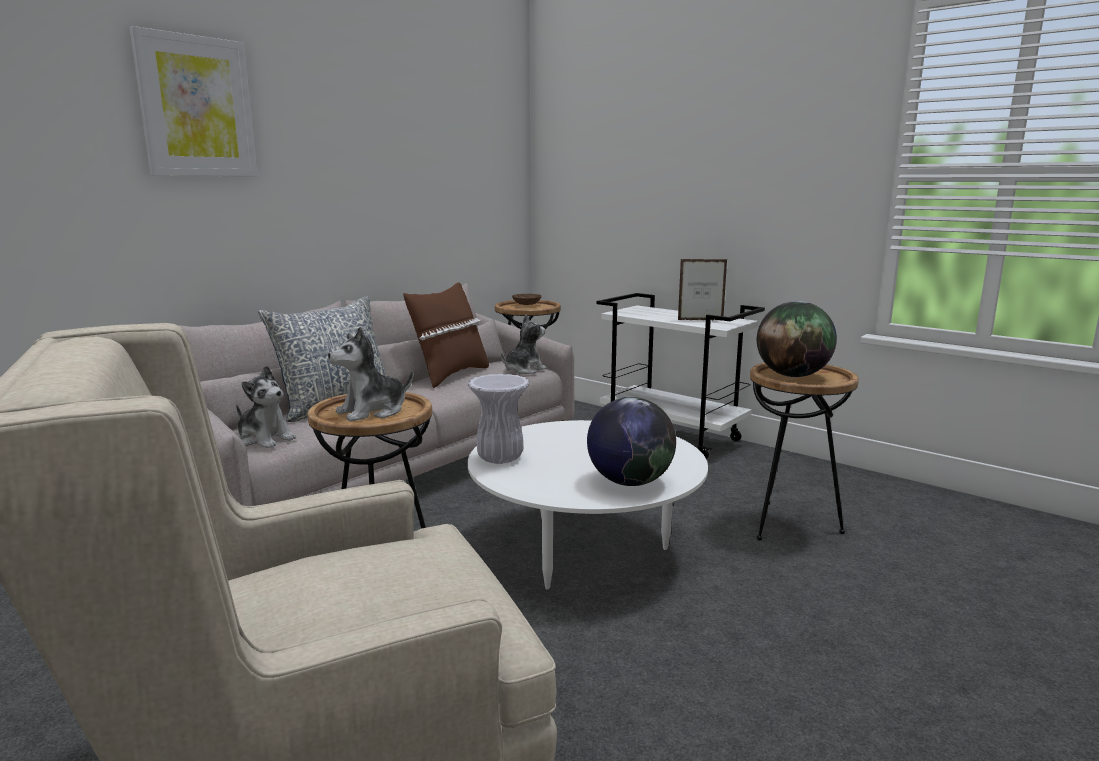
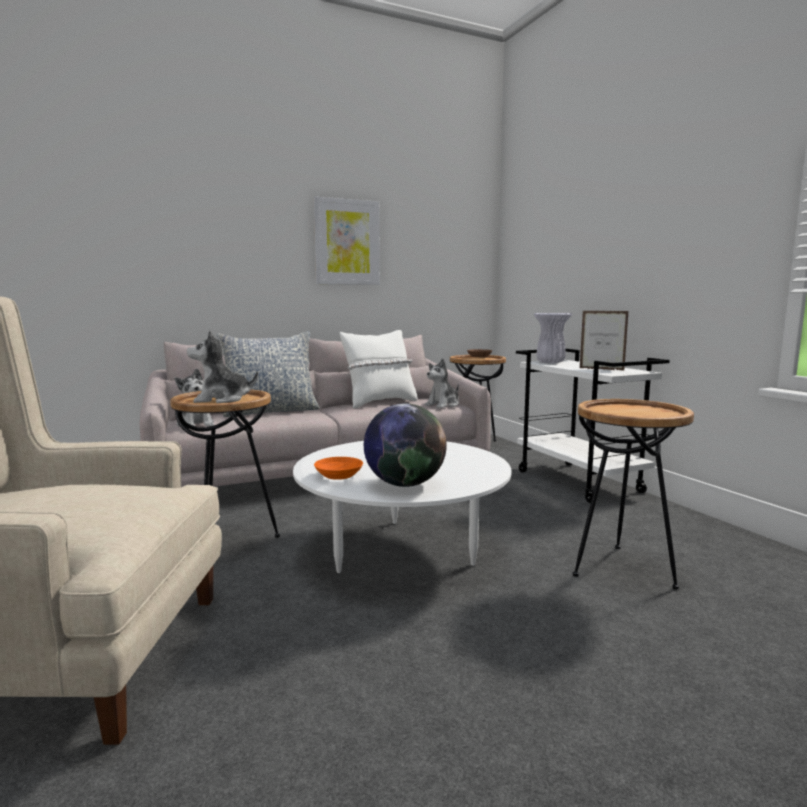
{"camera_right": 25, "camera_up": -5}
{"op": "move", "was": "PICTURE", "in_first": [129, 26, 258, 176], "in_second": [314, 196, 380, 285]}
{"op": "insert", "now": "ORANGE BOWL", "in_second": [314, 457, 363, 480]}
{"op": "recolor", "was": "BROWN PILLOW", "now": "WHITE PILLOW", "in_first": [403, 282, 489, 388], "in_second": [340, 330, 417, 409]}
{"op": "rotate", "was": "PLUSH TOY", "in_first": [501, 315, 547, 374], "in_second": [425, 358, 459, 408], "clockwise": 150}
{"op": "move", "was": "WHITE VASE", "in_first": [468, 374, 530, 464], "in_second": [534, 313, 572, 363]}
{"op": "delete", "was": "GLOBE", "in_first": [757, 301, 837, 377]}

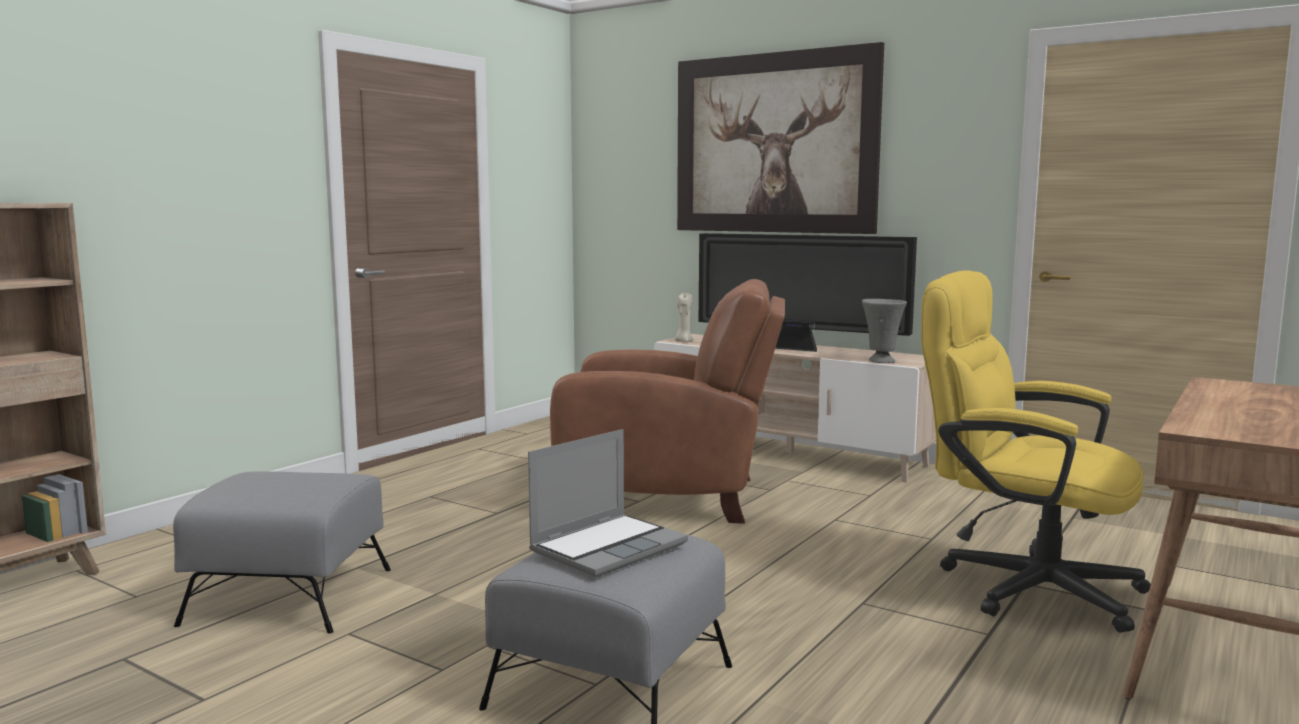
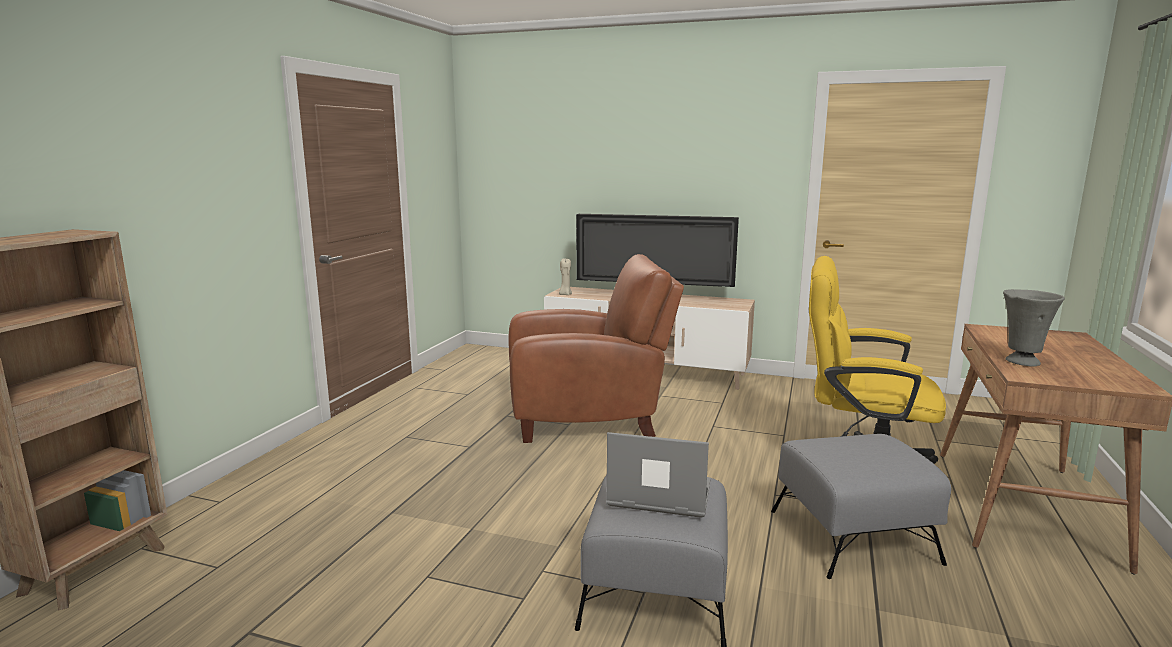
{"camera_right": -15, "camera_up": 5}
{"op": "rotate", "was": "LAPTOP", "in_first": [528, 429, 688, 577], "in_second": [606, 432, 711, 518], "clockwise": -105}
{"op": "move", "was": "GREY OTTOMAN", "in_first": [173, 471, 391, 633], "in_second": [771, 434, 951, 579]}
{"op": "move", "was": "GREY VASE", "in_first": [862, 299, 907, 363], "in_second": [1003, 289, 1065, 366]}
{"op": "delete", "was": "PICTURE", "in_first": [677, 42, 884, 234]}

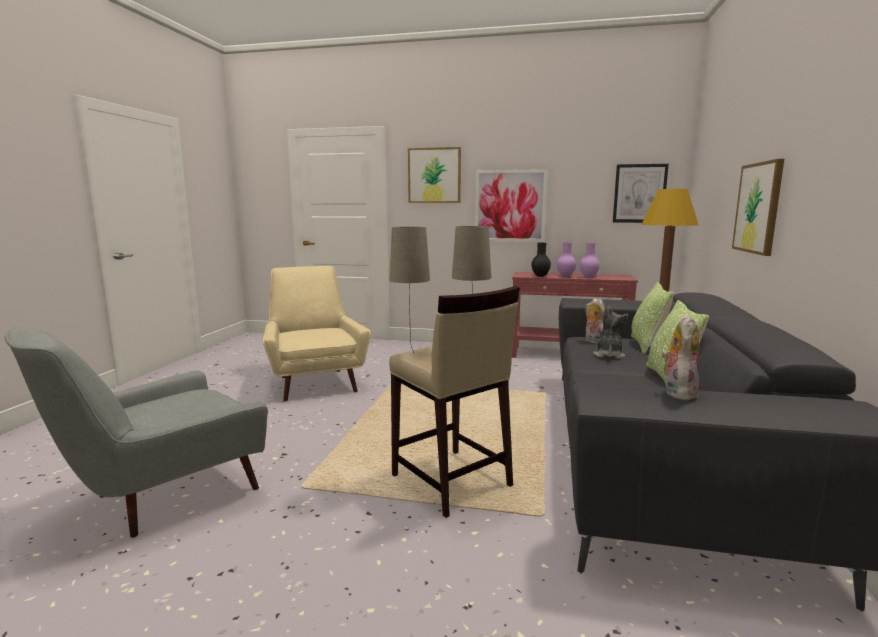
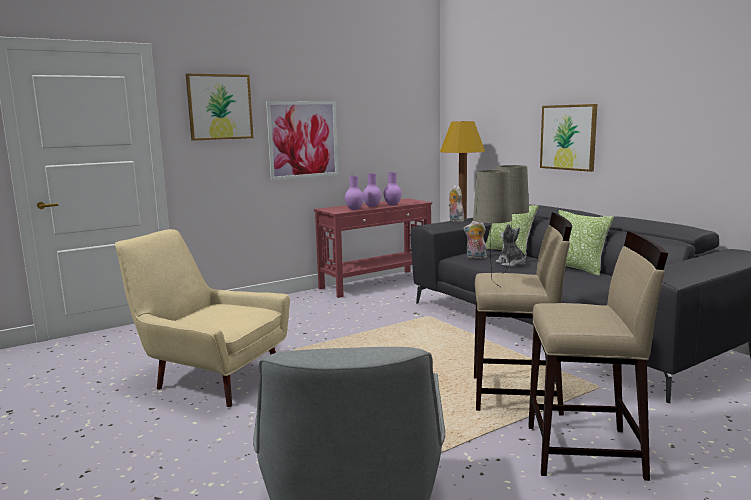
{"camera_right": -45, "camera_up": 0}
{"op": "recolor", "was": "BLACK VASE", "now": "PURPLE VASE", "in_first": [531, 243, 551, 277], "in_second": [345, 176, 364, 210]}
{"op": "move", "was": "PLUSH TOY", "in_first": [662, 314, 699, 400], "in_second": [448, 185, 464, 222]}
{"op": "insert", "now": "BEIGE STOOL", "in_second": [528, 231, 668, 481]}
{"op": "delete", "was": "PICTURE", "in_first": [613, 164, 669, 223]}

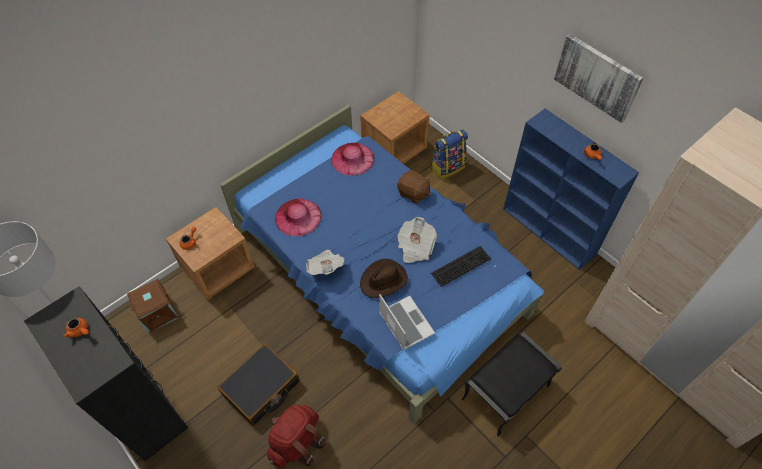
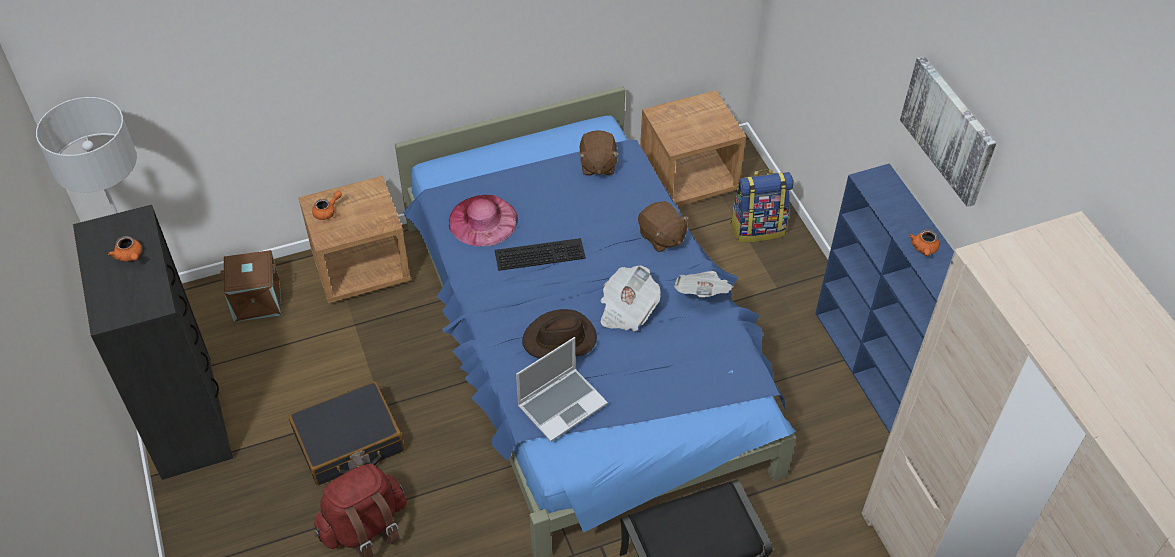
{"camera_right": 20, "camera_up": -5}
{"op": "move", "was": "KEYBOARD", "in_first": [431, 246, 491, 287], "in_second": [495, 238, 586, 271]}
{"op": "rotate", "was": "LAPTOP", "in_first": [379, 294, 435, 350], "in_second": [516, 337, 608, 442], "clockwise": 60}
{"op": "replace", "was": "PINK HAT", "now": "BROWN PLUSH TOY", "in_first": [331, 143, 375, 176], "in_second": [579, 130, 619, 176]}
{"op": "move", "was": "NEWSPAPER", "in_first": [306, 250, 345, 275], "in_second": [674, 271, 733, 297]}

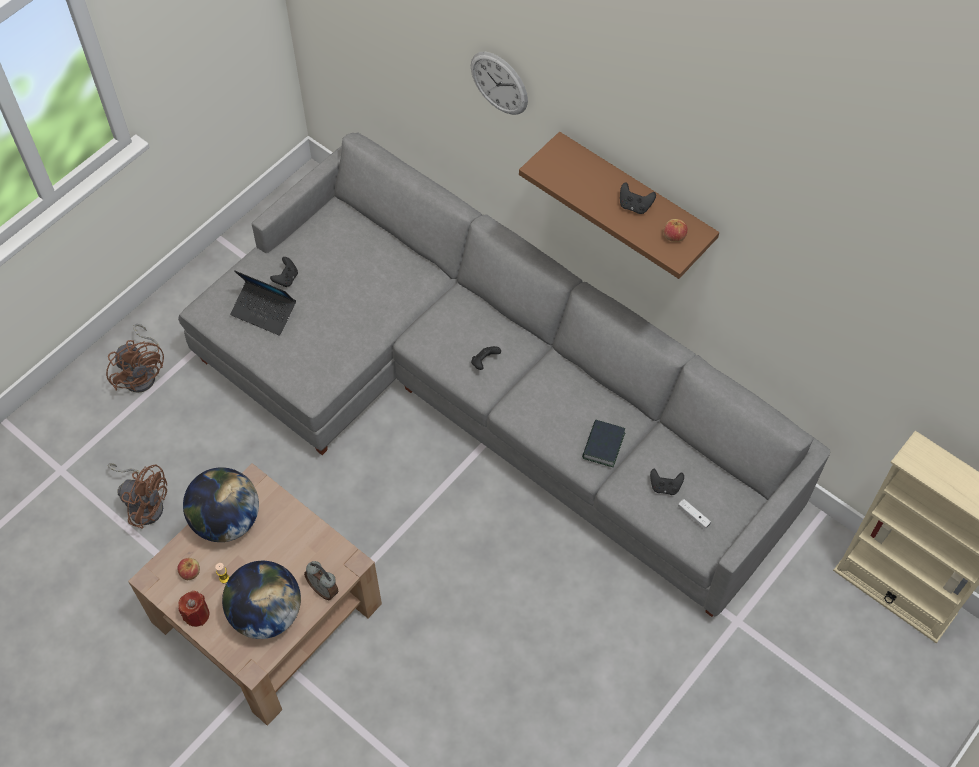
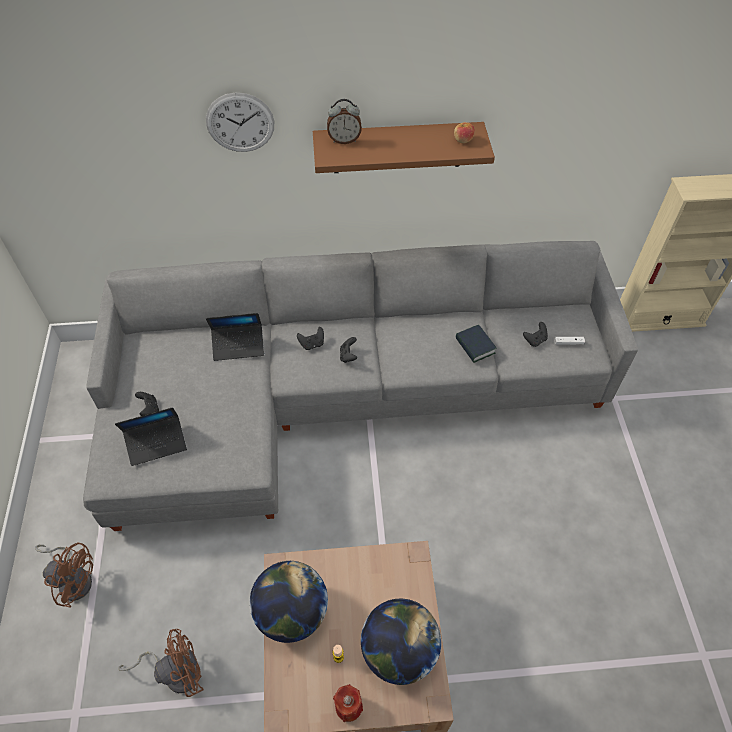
{"camera_right": -45, "camera_up": -5}
{"op": "insert", "now": "LAPTOP", "in_second": [206, 313, 264, 361]}
{"op": "move", "was": "BLACK GAME CONTROLLER", "in_first": [620, 182, 656, 214], "in_second": [297, 327, 324, 350]}
{"op": "move", "was": "ALARM CLOCK", "in_first": [304, 561, 338, 600], "in_second": [327, 99, 362, 144]}
{"op": "delete", "was": "APPLE", "in_first": [177, 558, 200, 580]}

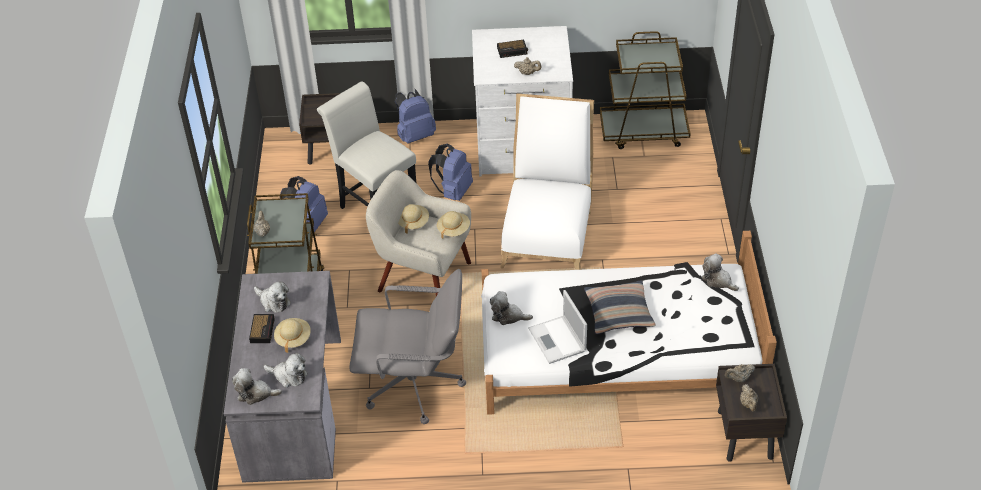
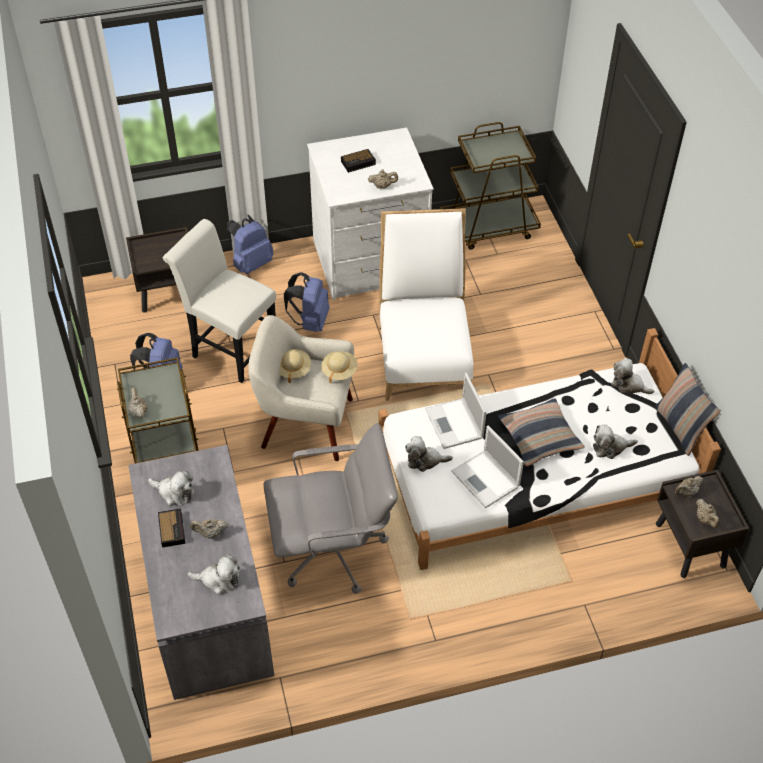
{"camera_right": -15, "camera_up": 5}
{"op": "replace", "was": "BEIGE HAT", "now": "BEIGE TEAPOT", "in_first": [274, 318, 311, 353], "in_second": [190, 519, 228, 539]}
{"op": "insert", "now": "LAPTOP", "in_second": [425, 373, 486, 449]}
{"op": "move", "was": "PLUSH TOY", "in_first": [232, 368, 282, 405], "in_second": [593, 424, 638, 459]}
{"op": "insert", "now": "PILLOW", "in_second": [655, 363, 720, 456]}

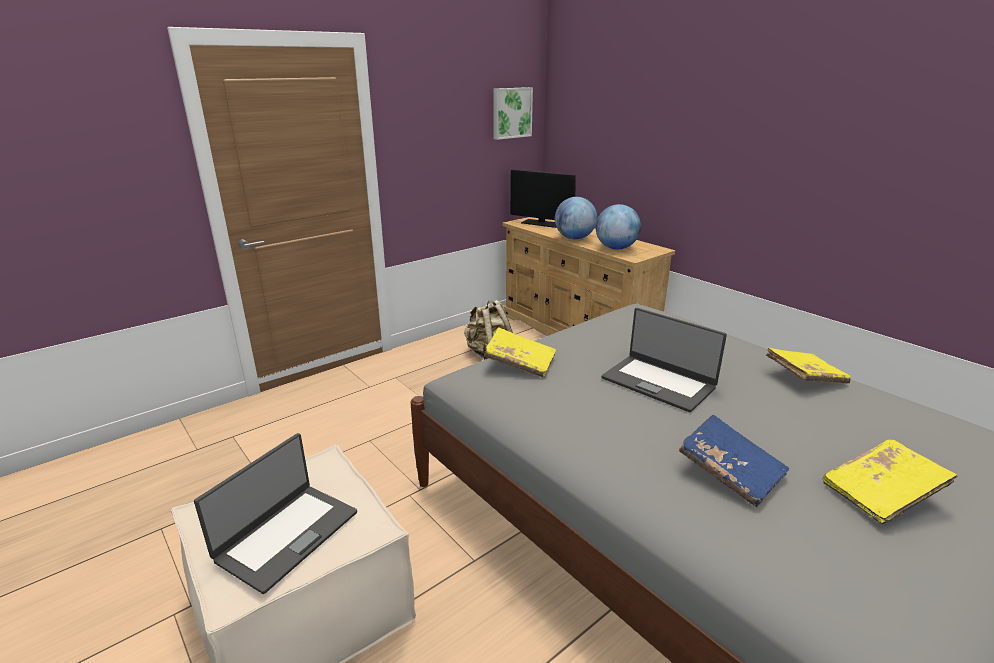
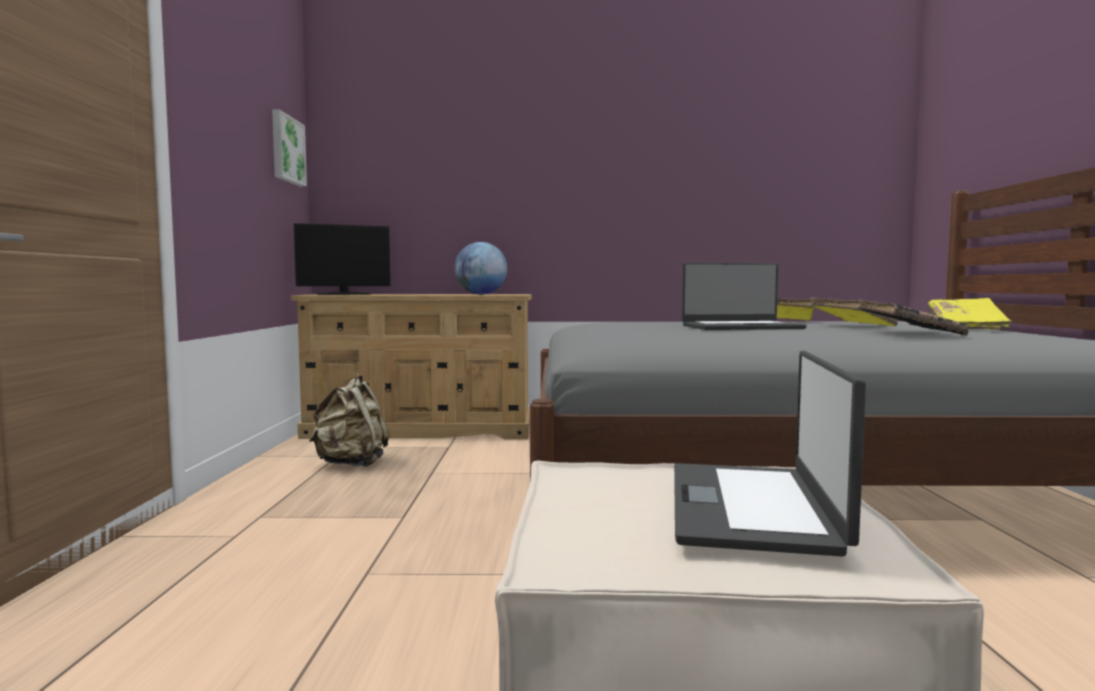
{"camera_right": -50, "camera_up": -20}
{"op": "rotate", "was": "LAPTOP", "in_first": [194, 433, 357, 594], "in_second": [674, 351, 866, 557], "clockwise": -150}
{"op": "move", "was": "YELLOW BOOK", "in_first": [484, 327, 556, 378], "in_second": [811, 297, 898, 326]}
{"op": "recolor", "was": "BLUE BOOK", "now": "BLACK BOOK", "in_first": [679, 414, 789, 507], "in_second": [857, 299, 969, 336]}
{"op": "delete", "was": "GLOBE", "in_first": [555, 197, 597, 240]}

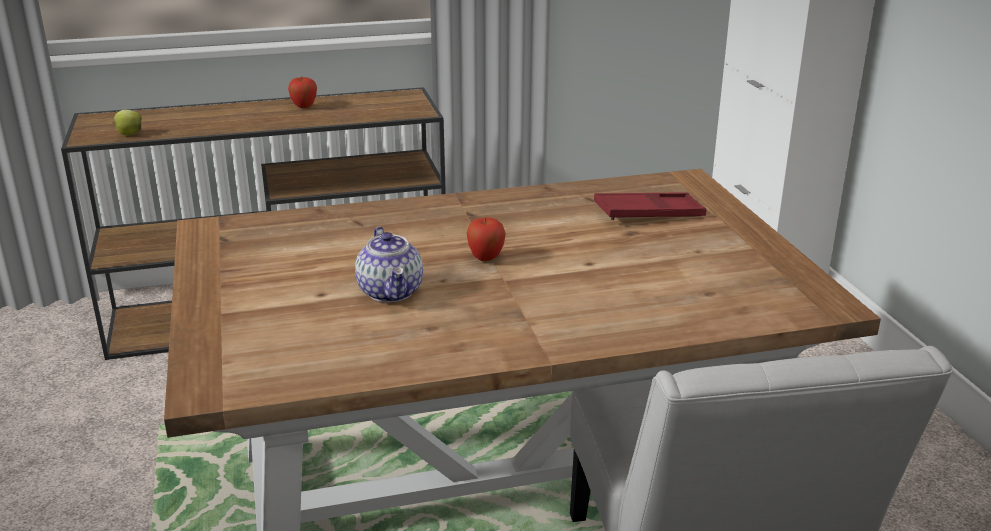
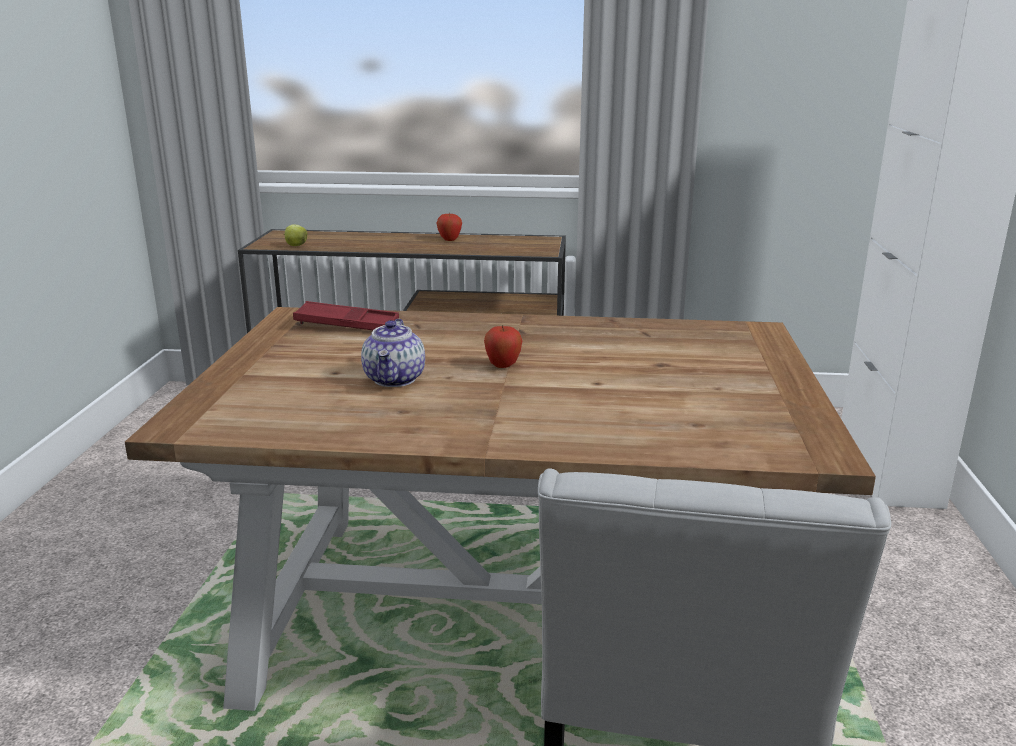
{"camera_right": 20, "camera_up": -5}
{"op": "move", "was": "RED TRAY", "in_first": [594, 192, 707, 220], "in_second": [293, 301, 399, 330]}

